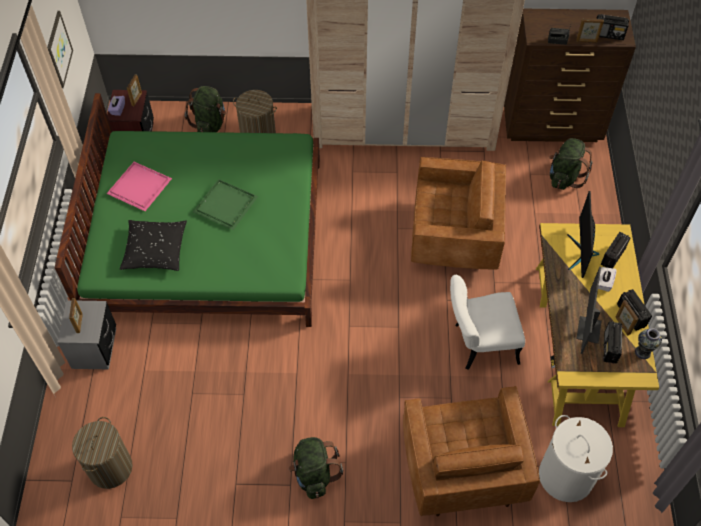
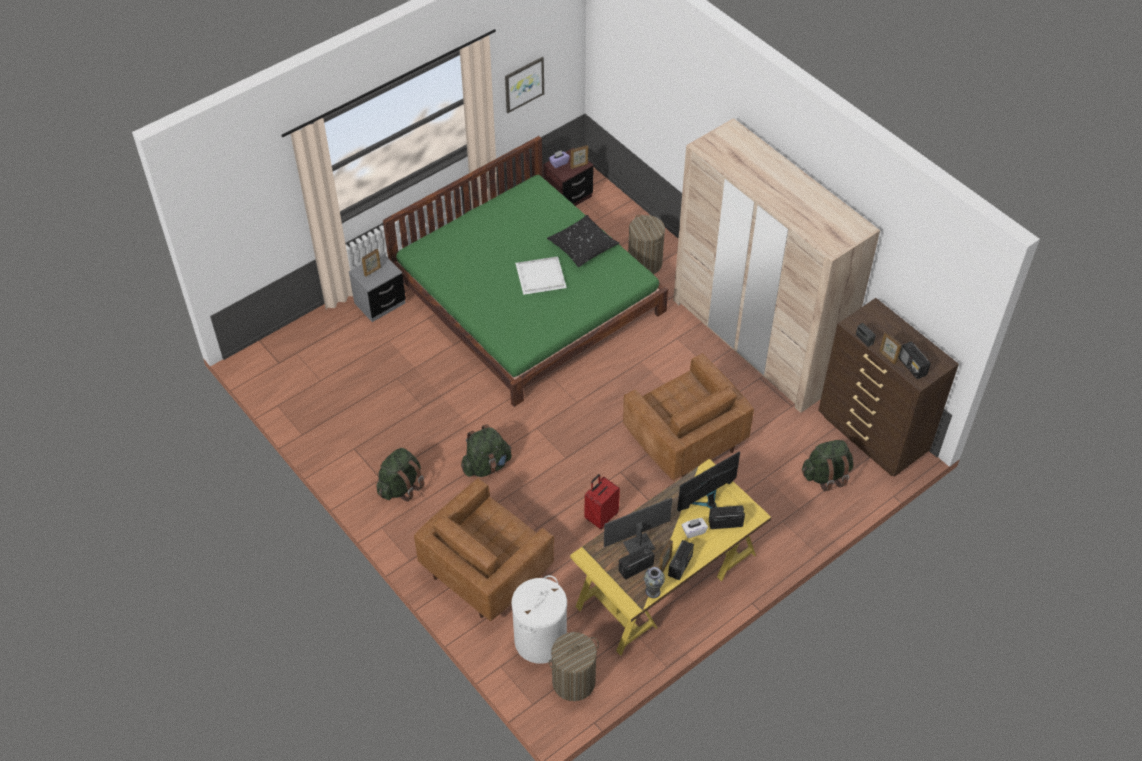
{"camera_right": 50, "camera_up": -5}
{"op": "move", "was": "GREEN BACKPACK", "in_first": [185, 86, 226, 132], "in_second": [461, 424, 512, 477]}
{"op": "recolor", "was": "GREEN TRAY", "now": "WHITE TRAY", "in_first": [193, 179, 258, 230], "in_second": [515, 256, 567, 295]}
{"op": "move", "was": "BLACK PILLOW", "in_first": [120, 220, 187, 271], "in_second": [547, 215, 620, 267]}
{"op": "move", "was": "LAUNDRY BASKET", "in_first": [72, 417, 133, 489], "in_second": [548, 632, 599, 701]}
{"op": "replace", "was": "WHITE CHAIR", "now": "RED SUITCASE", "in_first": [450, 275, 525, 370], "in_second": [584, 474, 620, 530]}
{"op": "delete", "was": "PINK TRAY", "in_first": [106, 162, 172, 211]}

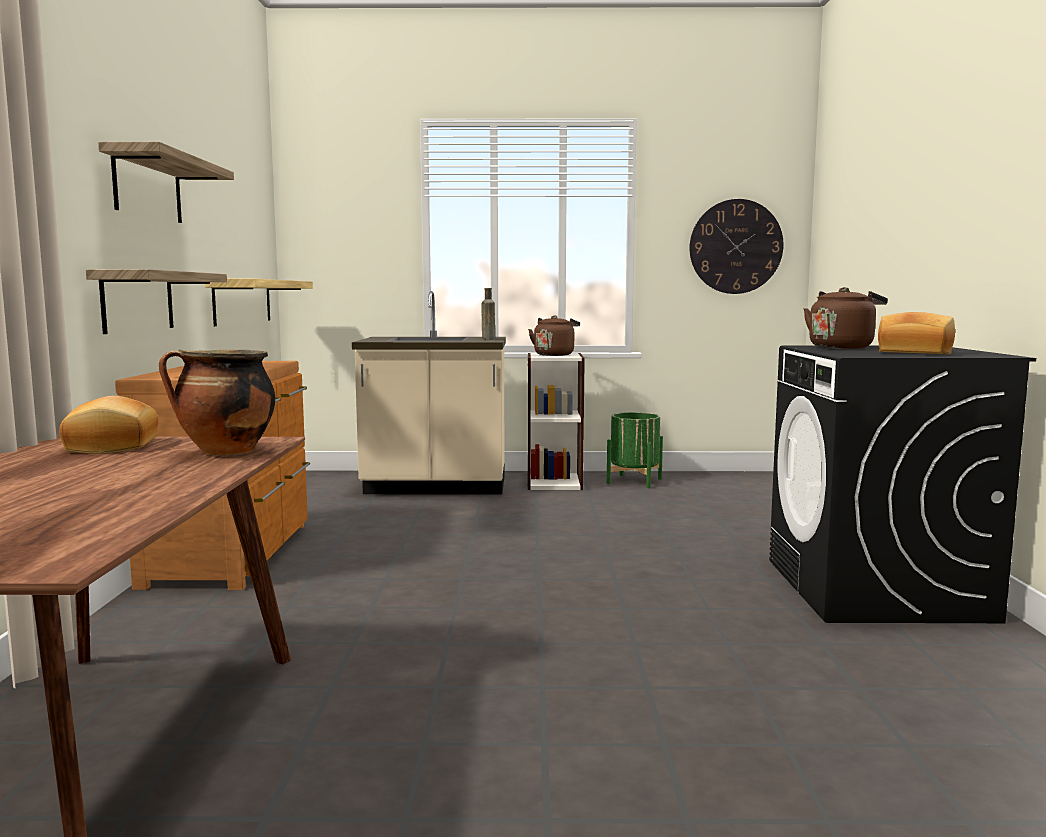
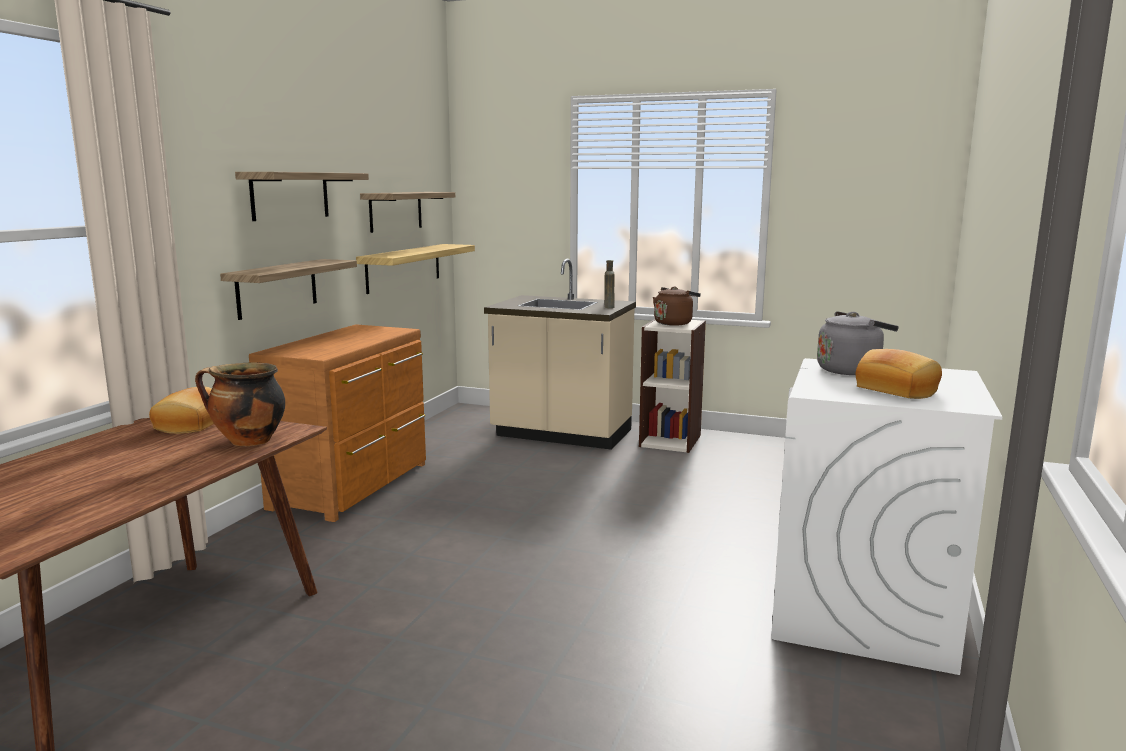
{"camera_right": 20, "camera_up": 5}
{"op": "insert", "now": "SHELF", "in_second": [360, 192, 455, 233]}
{"op": "recolor", "was": "BLACK WASHING MACHINE", "now": "WHITE WASHING MACHINE", "in_first": [769, 345, 1036, 623], "in_second": [771, 358, 1003, 675]}
{"op": "recolor", "was": "BROWN KETTLE", "now": "GREY KETTLE", "in_first": [804, 287, 888, 349], "in_second": [817, 311, 899, 375]}
{"op": "delete", "was": "GREEN PLANTER", "in_first": [607, 412, 663, 488]}
{"op": "delete", "was": "WALL CLOCK", "in_first": [690, 199, 784, 294]}

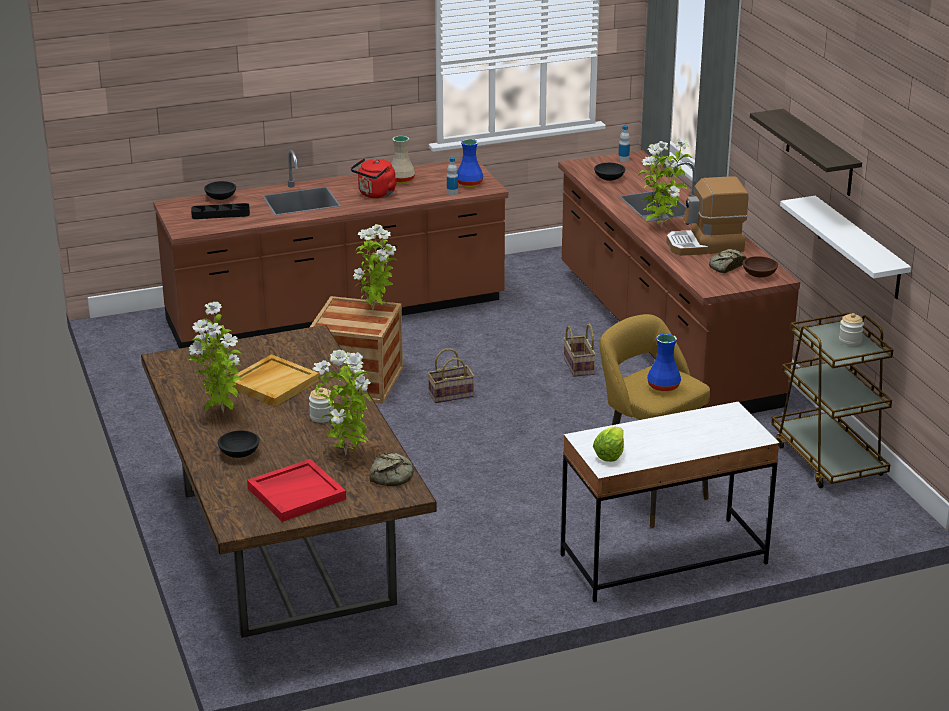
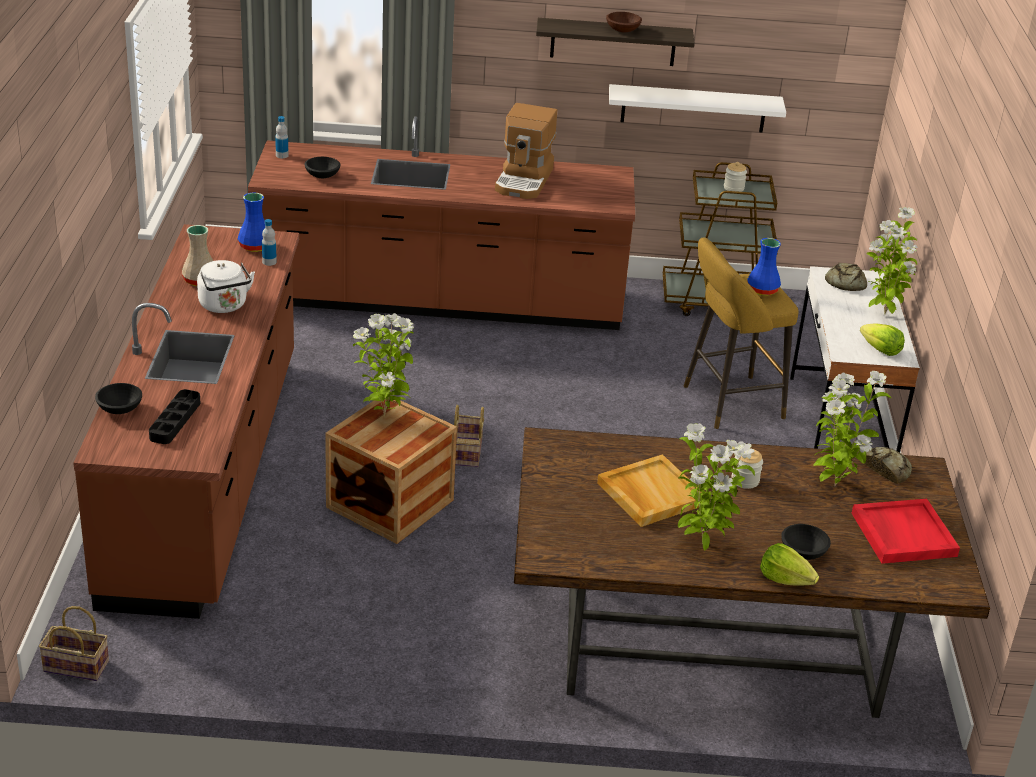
{"camera_right": -70, "camera_up": 5}
{"op": "move", "was": "BASKET", "in_first": [564, 324, 596, 377], "in_second": [39, 606, 109, 681]}
{"op": "recolor", "was": "RED KETTLE", "now": "WHITE KETTLE", "in_first": [351, 158, 397, 198], "in_second": [197, 260, 255, 313]}
{"op": "move", "was": "BROWN BOWL", "in_first": [743, 256, 778, 278], "in_second": [606, 12, 642, 32]}
{"op": "insert", "now": "LETTUCE", "in_second": [760, 543, 819, 585]}
{"op": "move", "was": "BREAD", "in_first": [709, 249, 747, 273], "in_second": [825, 263, 867, 291]}
{"op": "move", "was": "POTTED PLANT", "in_first": [638, 138, 692, 229], "in_second": [866, 207, 917, 315]}

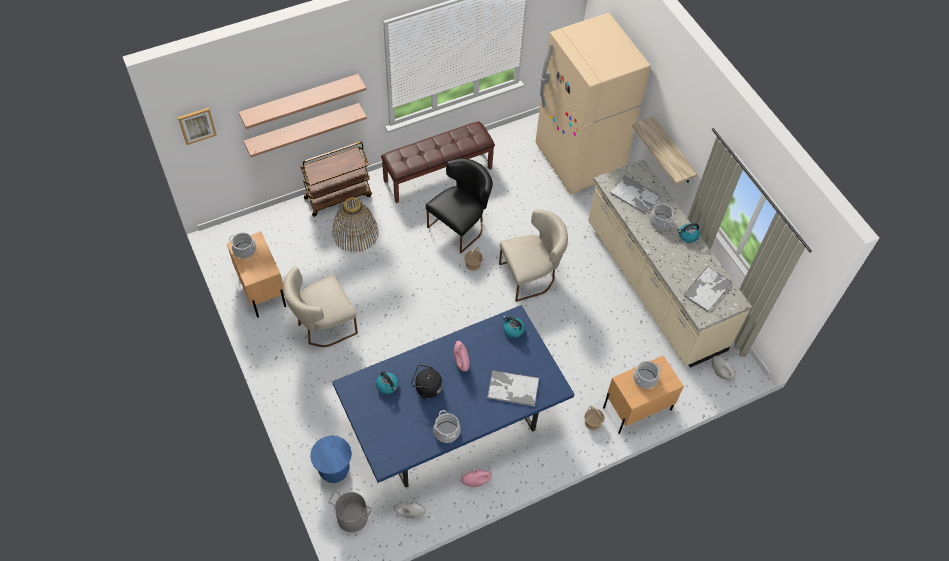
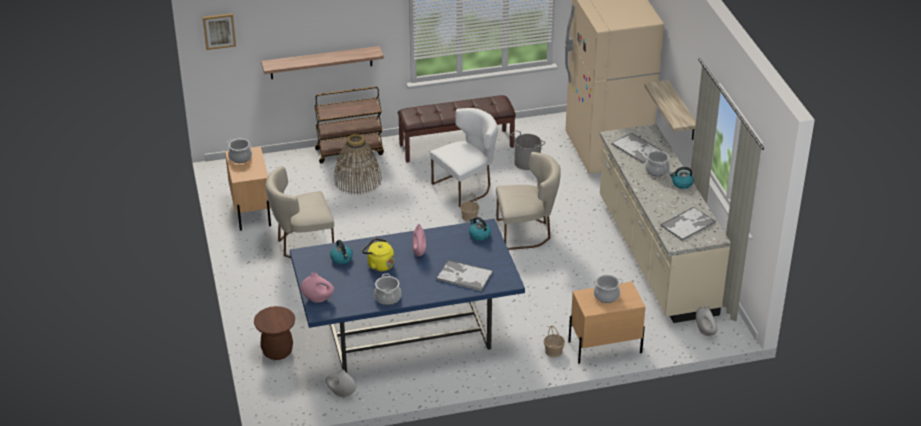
{"camera_right": 15, "camera_up": -20}
{"op": "recolor", "was": "BLUE STOOL", "now": "BROWN STOOL", "in_first": [310, 435, 352, 483], "in_second": [254, 306, 295, 360]}
{"op": "move", "was": "PINK VASE", "in_first": [461, 469, 492, 487], "in_second": [301, 273, 334, 302]}
{"op": "recolor", "was": "BLACK KETTLE", "now": "YELLOW KETTLE", "in_first": [411, 364, 442, 399], "in_second": [362, 238, 394, 272]}
{"op": "recolor", "was": "BLACK CHAIR", "now": "WHITE CHAIR", "in_first": [426, 158, 493, 253], "in_second": [430, 108, 498, 207]}
{"op": "move", "was": "GREY BUCKET", "in_first": [328, 492, 372, 532], "in_second": [511, 130, 546, 170]}
{"op": "delete", "was": "SHELF", "in_first": [239, 74, 366, 129]}

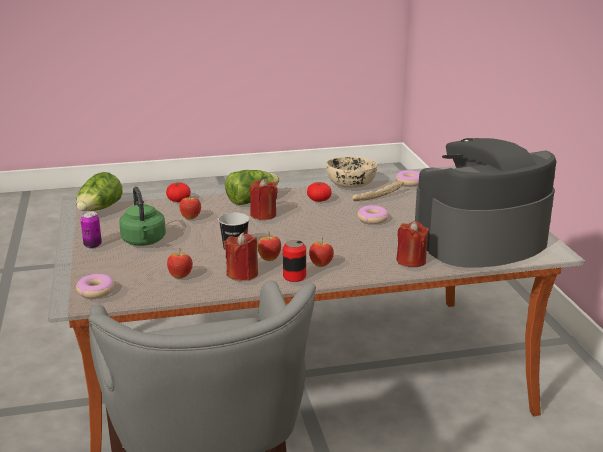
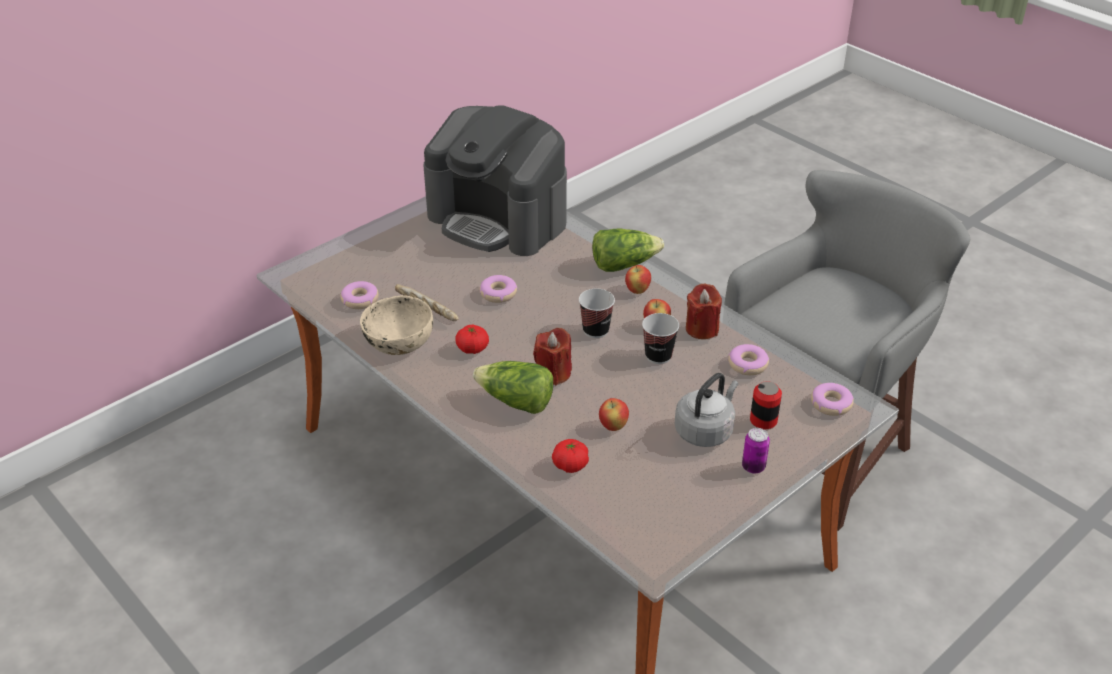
{"camera_right": -120, "camera_up": 15}
{"op": "insert", "now": "CUP", "in_second": [579, 289, 615, 338]}
{"op": "move", "was": "LETTUCE", "in_first": [76, 172, 123, 211], "in_second": [592, 228, 664, 272]}
{"op": "recolor", "was": "GREEN KETTLE", "now": "GREY KETTLE", "in_first": [119, 187, 166, 246], "in_second": [675, 373, 738, 447]}
{"op": "replace", "was": "APPLE", "now": "DONUT", "in_first": [167, 253, 193, 279], "in_second": [728, 344, 769, 375]}
{"op": "move", "was": "CAN", "in_first": [283, 240, 306, 282], "in_second": [750, 381, 782, 429]}
{"op": "delete", "was": "RED CANDLE", "in_first": [396, 221, 429, 267]}

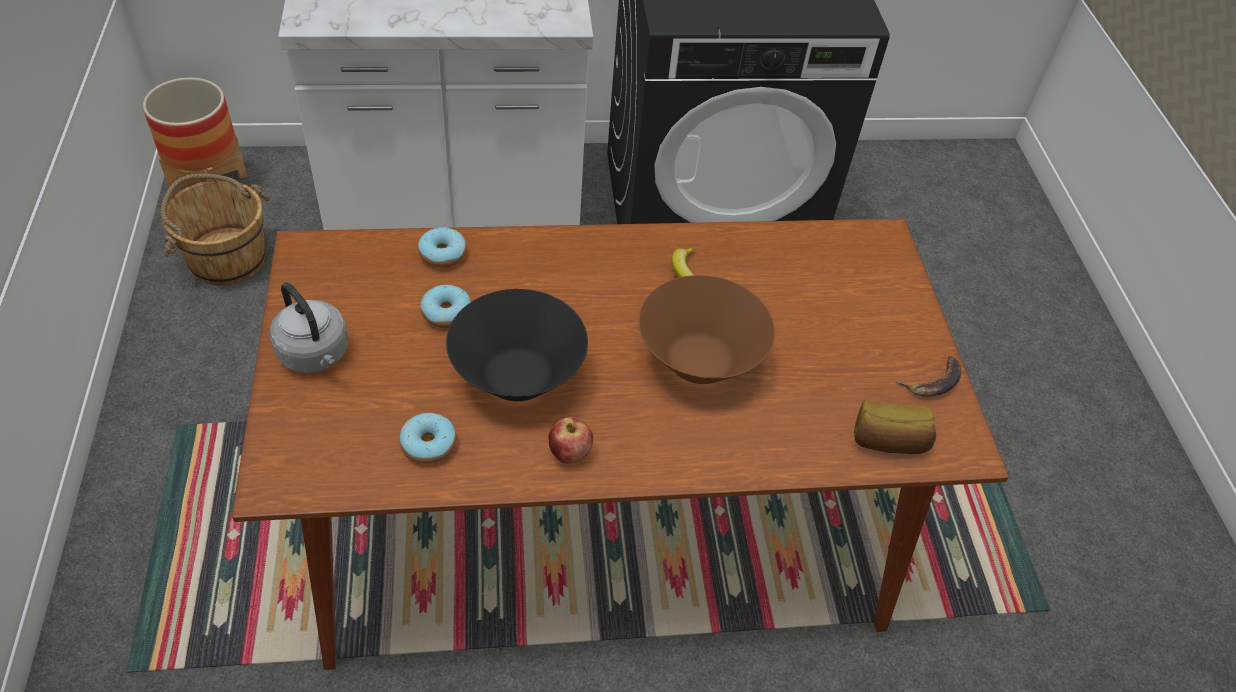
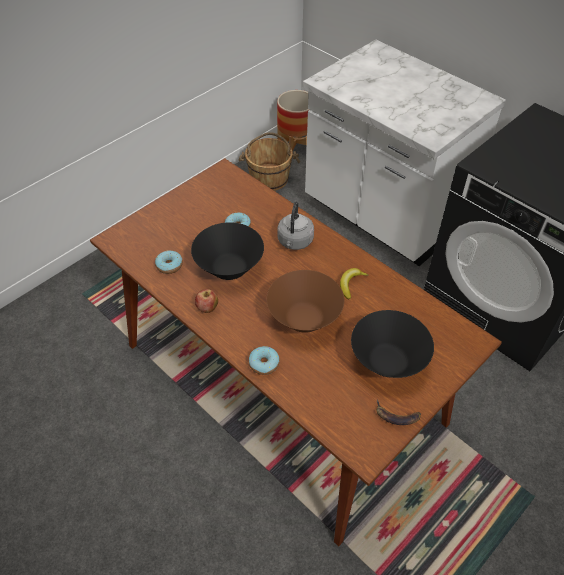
{"camera_right": 55, "camera_up": 0}
{"op": "move", "was": "DONUT", "in_first": [418, 227, 467, 268], "in_second": [249, 346, 280, 375]}
{"op": "move", "was": "GREY KETTLE", "in_first": [270, 282, 348, 373], "in_second": [278, 201, 314, 250]}
{"op": "insert", "now": "BLACK BOWL", "in_second": [351, 310, 434, 378]}
{"op": "delete", "was": "BREAD", "in_first": [854, 400, 936, 454]}

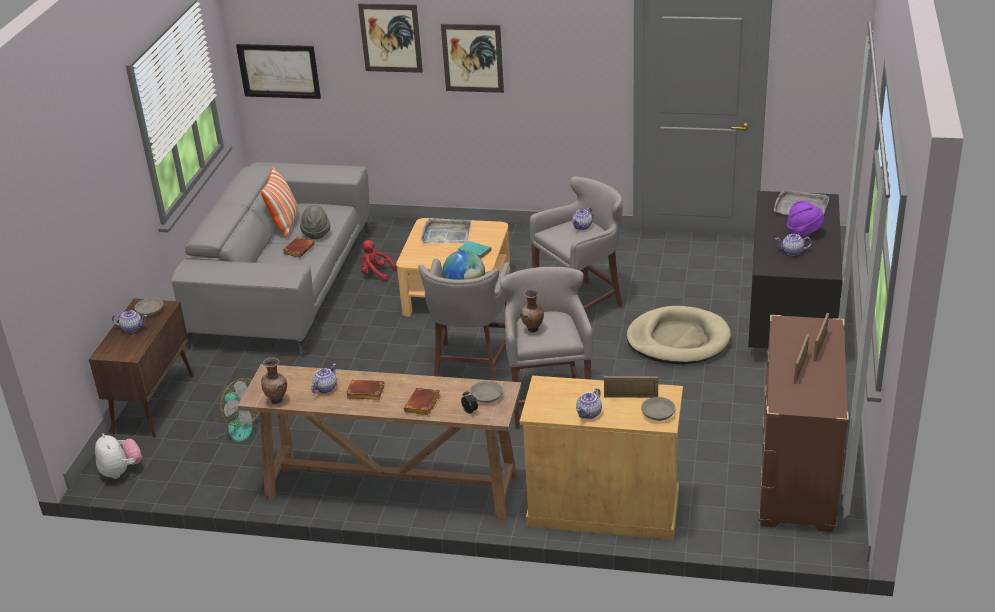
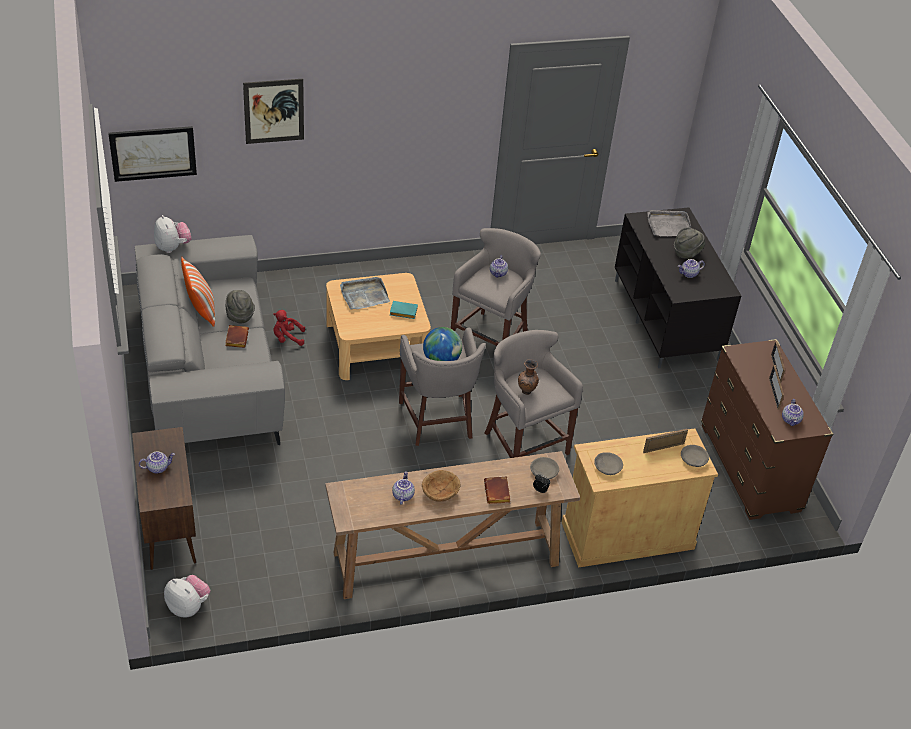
{"camera_right": -30, "camera_up": 10}
{"op": "insert", "now": "PLUSH TOY", "in_second": [154, 215, 192, 253]}
{"op": "replace", "was": "BROWN BOOK", "now": "BROWN BOWL", "in_first": [346, 380, 384, 400], "in_second": [422, 470, 460, 502]}
{"op": "move", "was": "GREY BOWL", "in_first": [134, 297, 164, 316], "in_second": [594, 452, 623, 475]}
{"op": "recolor", "was": "PURPLE HAT", "now": "GREY HAT", "in_first": [787, 201, 825, 237], "in_second": [674, 227, 705, 259]}
{"op": "move", "was": "TEAPOT", "in_first": [576, 388, 602, 419], "in_second": [782, 399, 804, 426]}
{"op": "delete", "was": "FAN", "in_first": [207, 378, 260, 442]}
{"op": "delete", "was": "BROWN VASE", "in_first": [261, 357, 287, 404]}
{"op": "delete", "was": "PICTURE", "in_first": [441, 24, 504, 93]}
{"op": "delete", "was": "BEIGE DOG BED", "in_first": [626, 306, 731, 364]}

